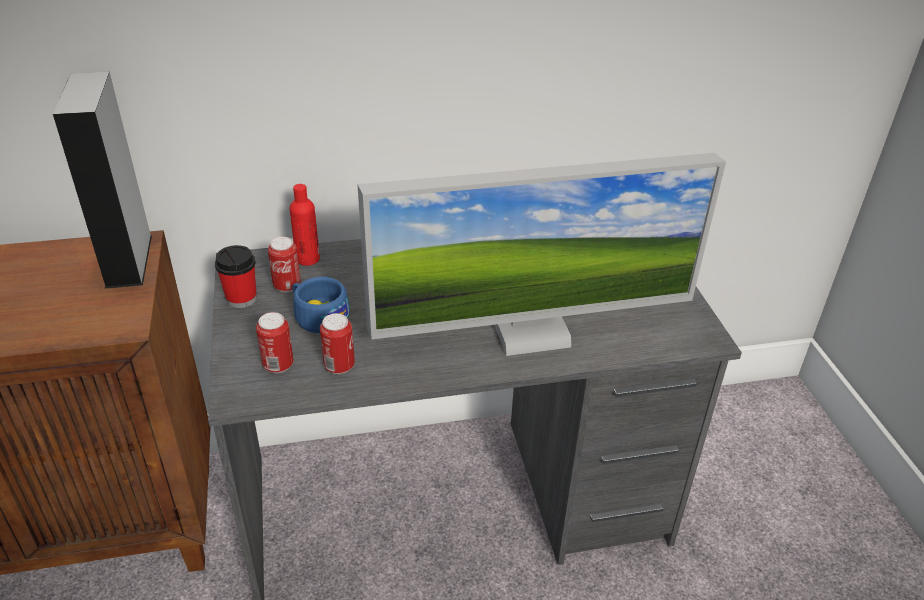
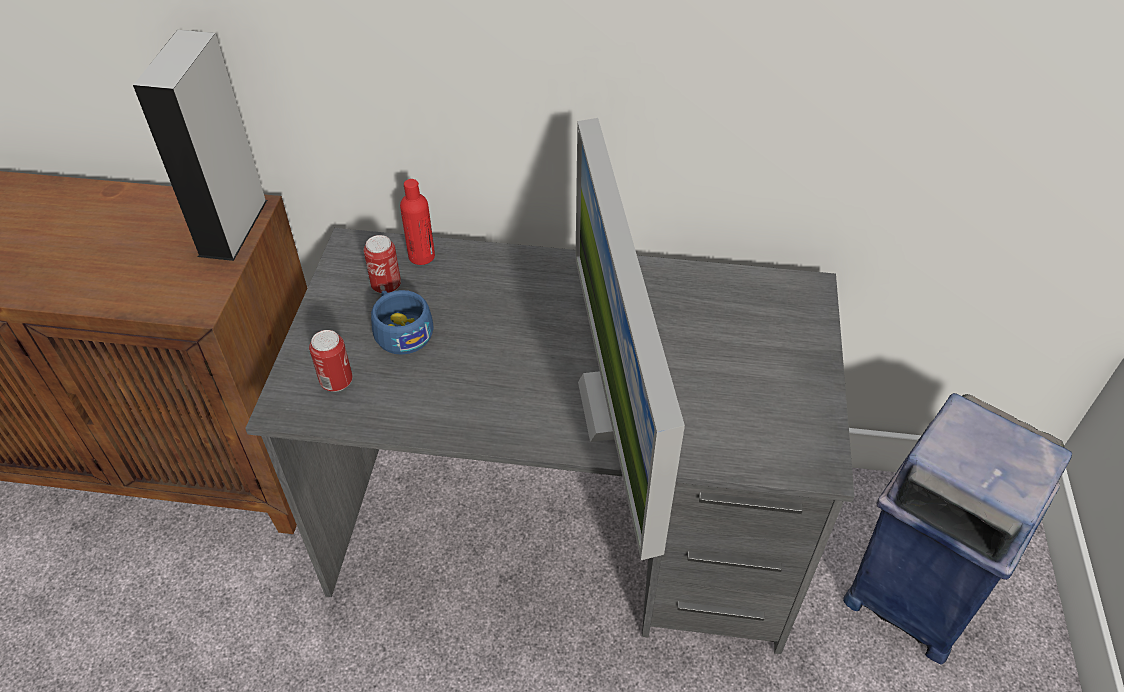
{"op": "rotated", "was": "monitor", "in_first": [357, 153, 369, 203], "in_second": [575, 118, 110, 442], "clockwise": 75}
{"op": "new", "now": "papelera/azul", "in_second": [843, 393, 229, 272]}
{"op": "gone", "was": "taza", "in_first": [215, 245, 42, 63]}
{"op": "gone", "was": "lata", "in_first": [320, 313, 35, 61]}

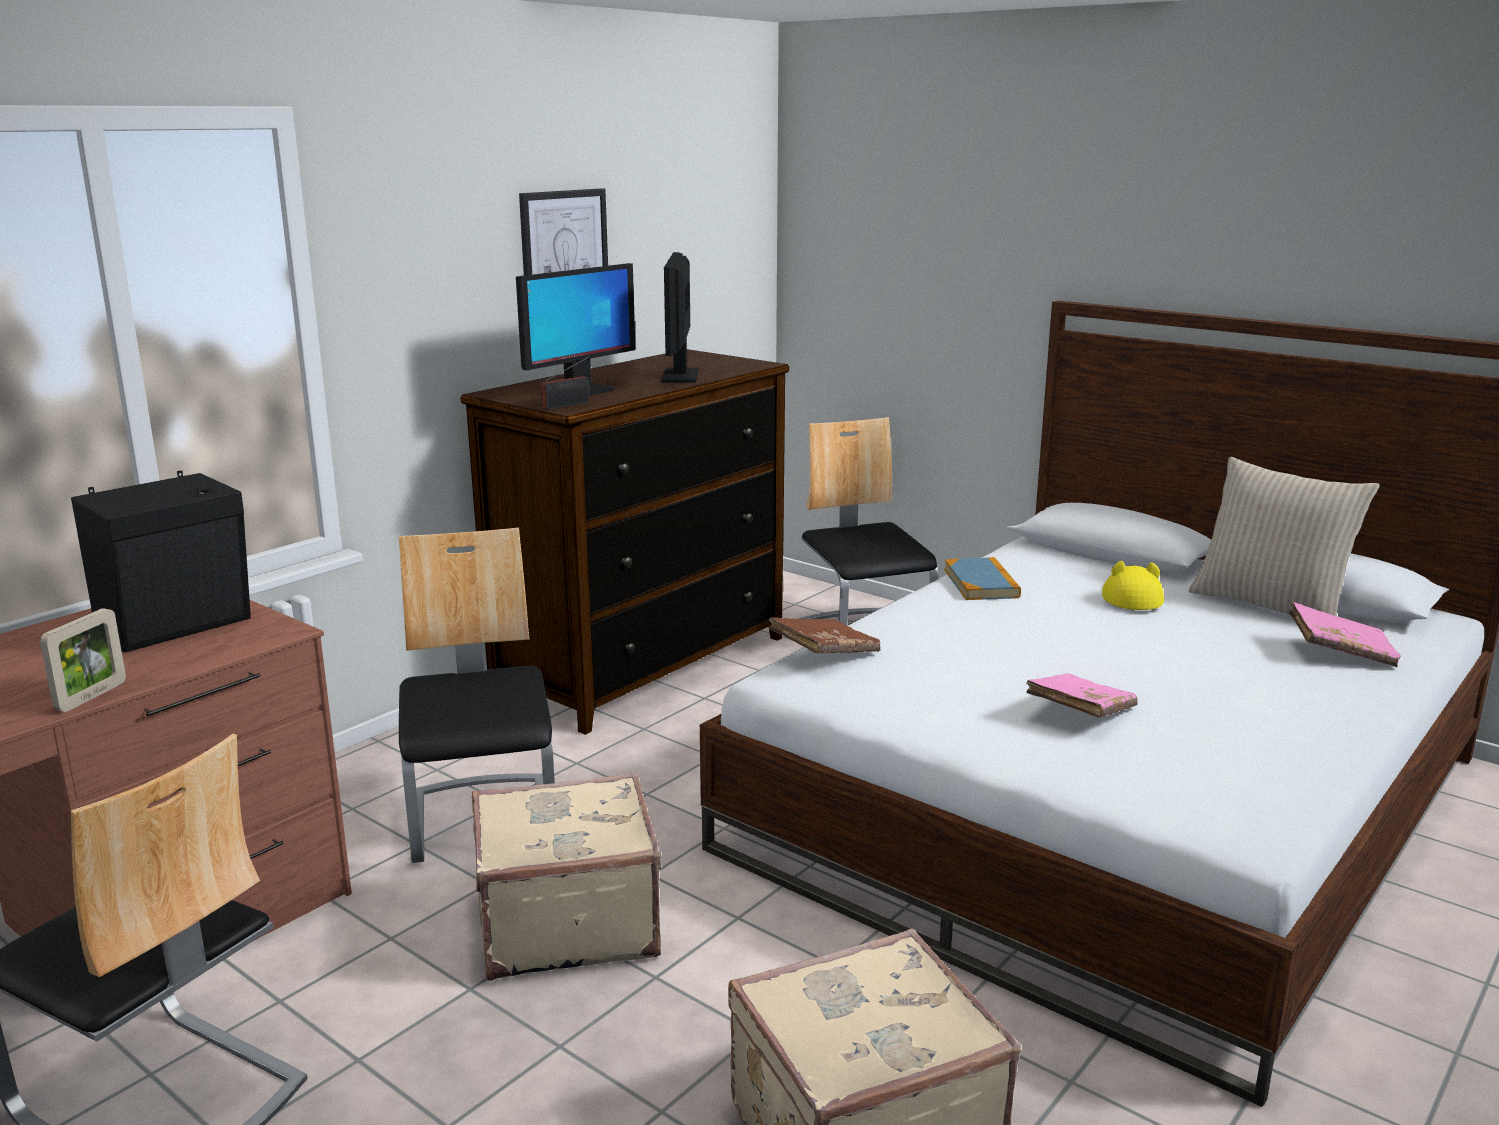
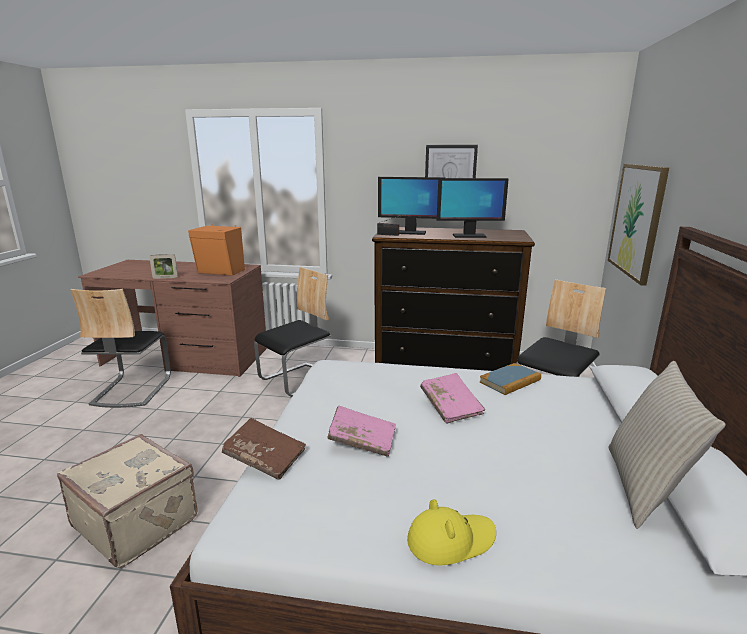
{"op": "repainted", "was": "altavoz/negro", "now": "altavoz/naranja", "in_first": [71, 470, 180, 182], "in_second": [188, 224, 57, 52]}
{"op": "shifted", "was": "libro/marrón", "in_first": [769, 617, 112, 37], "in_second": [222, 418, 84, 62]}
{"op": "shifted", "was": "sombrero/amarillo", "in_first": [1102, 561, 62, 49], "in_second": [407, 499, 89, 66]}
{"op": "shifted", "was": "libro/rosa", "in_first": [1289, 602, 112, 65], "in_second": [420, 373, 65, 51]}
{"op": "rotated", "was": "monitor", "in_first": [661, 252, 38, 131], "in_second": [437, 178, 72, 60], "clockwise": -150}
{"op": "new", "now": "cuadro", "in_second": [608, 164, 61, 122]}
{"op": "gone", "was": "maleta/beis", "in_first": [472, 773, 189, 208]}

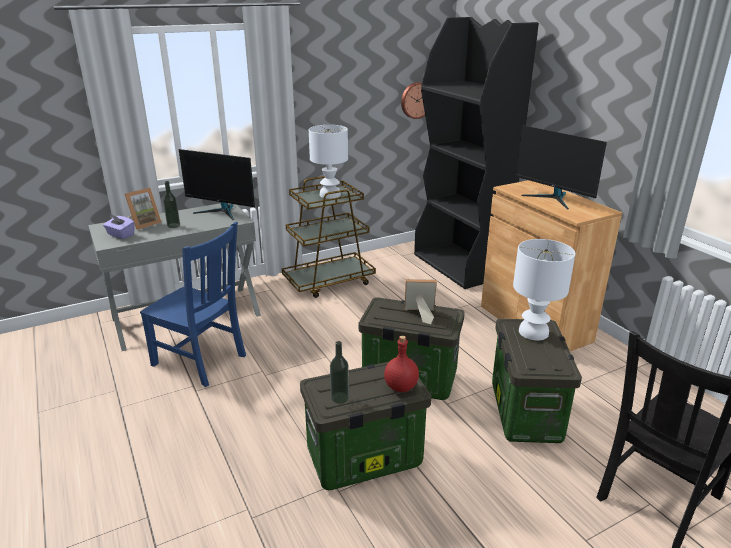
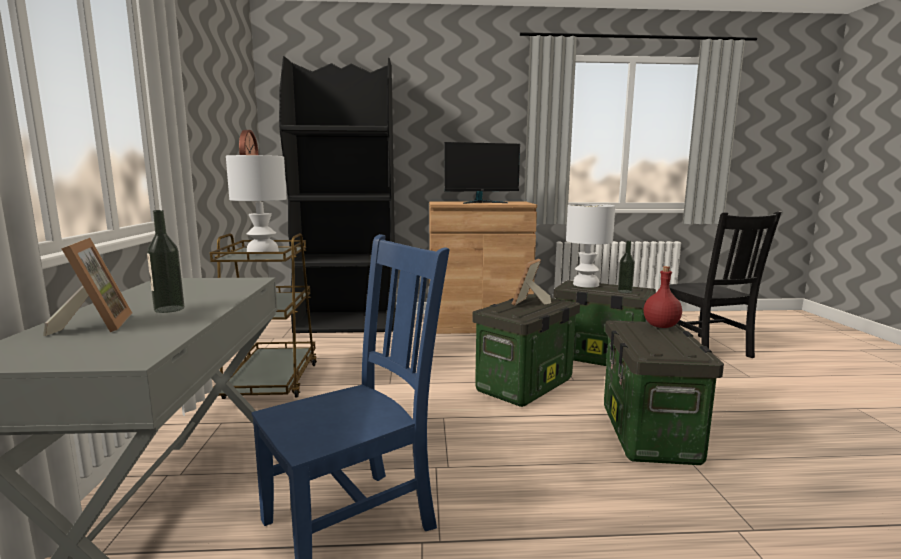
{"op": "shifted", "was": "botella", "in_first": [330, 341, 19, 62], "in_second": [618, 241, 17, 52]}
{"op": "gone", "was": "caja de pañuelos/morado", "in_first": [103, 215, 32, 24]}
{"op": "gone", "was": "monitor", "in_first": [179, 149, 76, 71]}

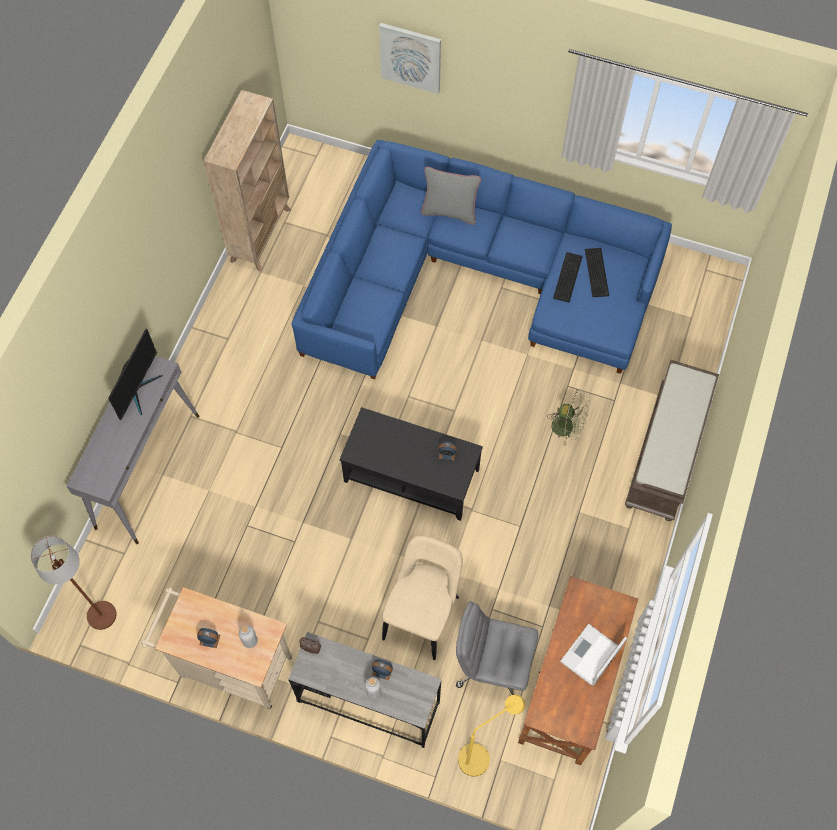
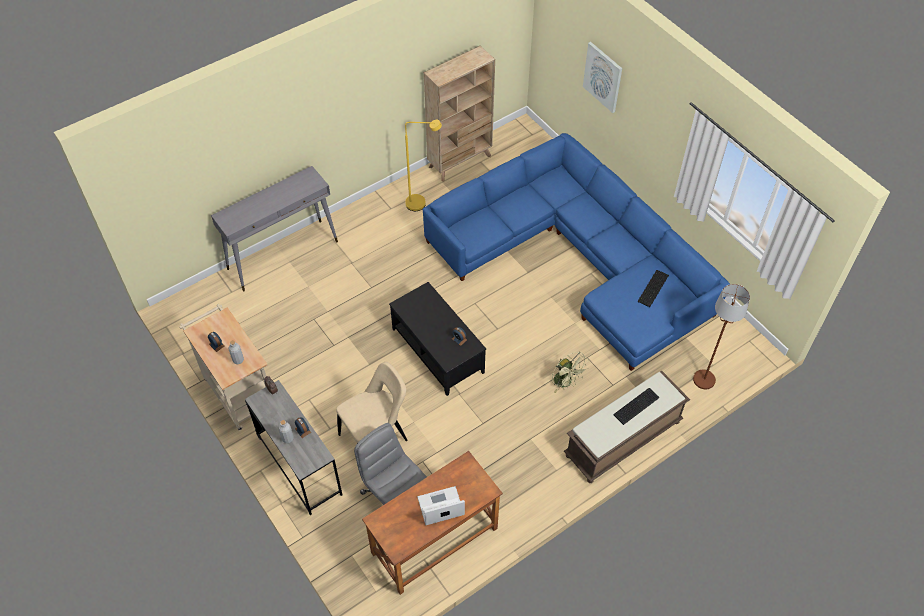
{"op": "shifted", "was": "lámpara de pie/amarillo", "in_first": [458, 695, 67, 81], "in_second": [405, 120, 37, 91]}
{"op": "shifted", "was": "teclado", "in_first": [553, 252, 30, 51], "in_second": [613, 388, 46, 37]}
{"op": "shifted", "was": "lámpara de pie/marrón", "in_first": [30, 536, 87, 94], "in_second": [693, 284, 57, 105]}
{"op": "gone", "was": "monitor", "in_first": [108, 329, 55, 91]}
{"op": "gone", "was": "cojín/gris", "in_first": [421, 167, 60, 58]}

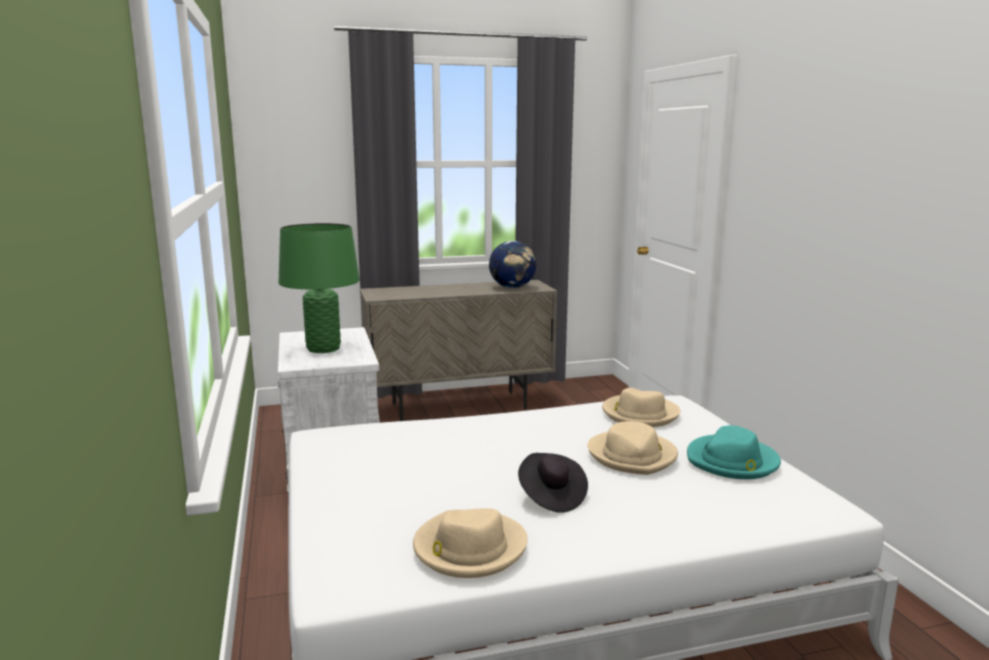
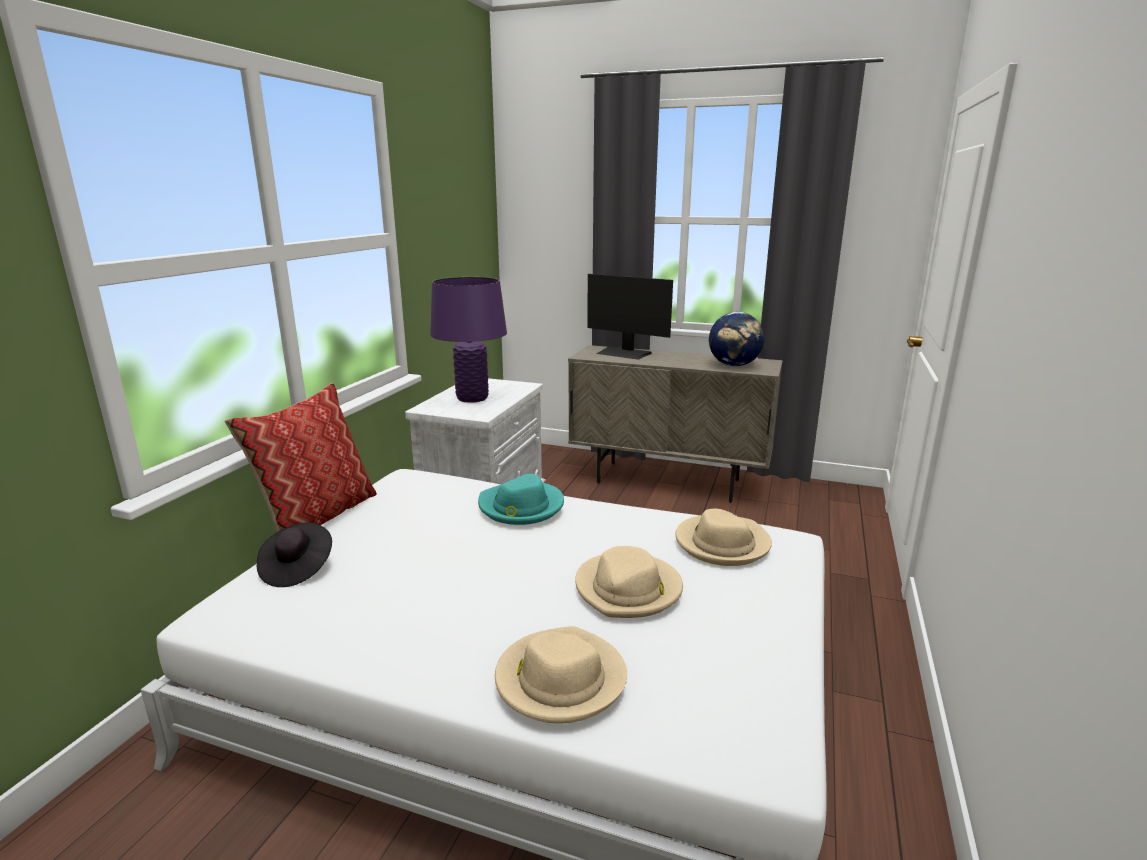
{"op": "new", "now": "cojín", "in_second": [225, 383, 152, 149]}
{"op": "shifted", "was": "sombrero/negro", "in_first": [518, 453, 70, 60], "in_second": [257, 523, 75, 64]}
{"op": "repainted", "was": "lámpara de mesa/verde", "now": "lámpara de mesa/morado", "in_first": [278, 223, 82, 130], "in_second": [430, 277, 77, 126]}
{"op": "shifted", "was": "sombrero/turquesa", "in_first": [687, 425, 94, 54], "in_second": [478, 474, 86, 51]}
{"op": "shifted", "was": "sombrero/beis", "in_first": [413, 508, 115, 70], "in_second": [495, 626, 132, 97]}
{"op": "new", "now": "monitor", "in_second": [587, 274, 86, 86]}

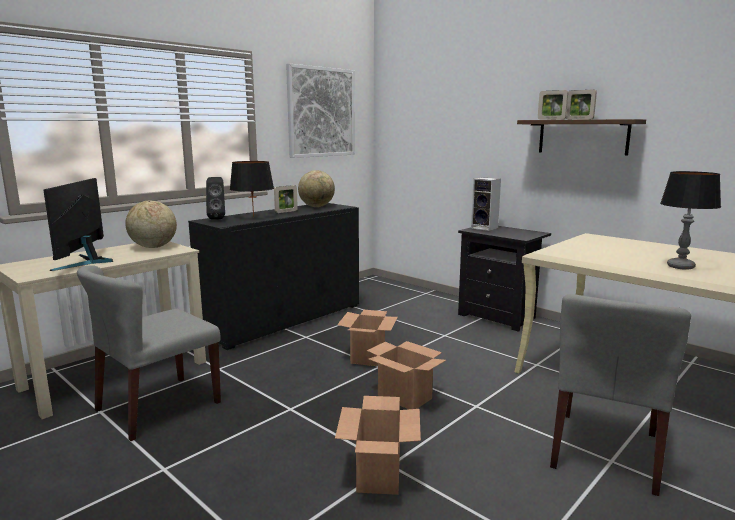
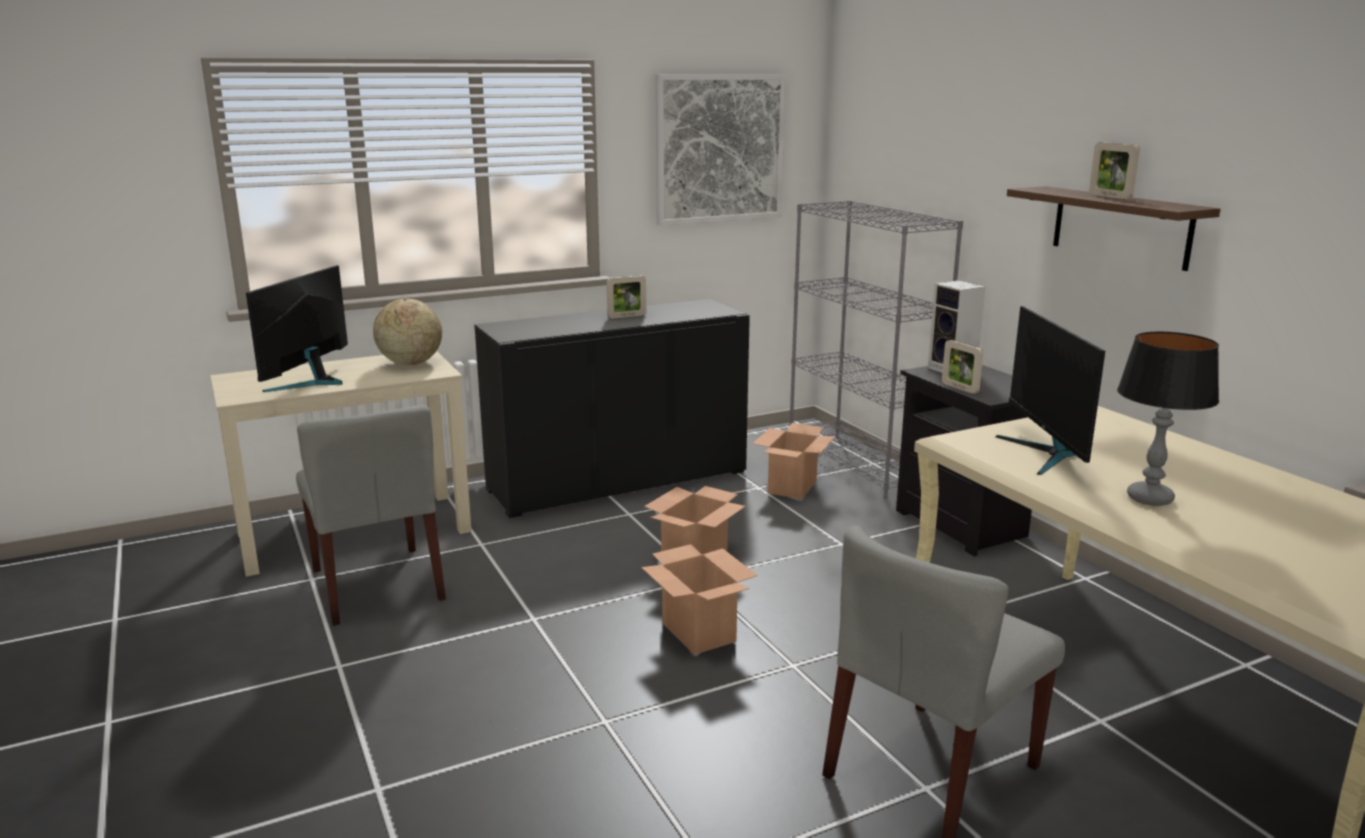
{"op": "rotated", "was": "silla/gris", "in_first": [77, 265, 144, 176], "in_second": [296, 404, 150, 222], "clockwise": -90}
{"op": "shifted", "was": "caja de cartón", "in_first": [335, 396, 86, 99], "in_second": [753, 423, 82, 76]}
{"op": "new", "now": "estantería/gris", "in_second": [790, 200, 173, 299]}
{"op": "shifted", "was": "portarretratos", "in_first": [538, 90, 30, 30], "in_second": [942, 340, 41, 54]}
{"op": "new", "now": "monitor", "in_second": [996, 306, 109, 169]}
{"op": "gone", "was": "altavoz/negro", "in_first": [206, 177, 19, 43]}
{"op": "gone", "was": "lámpara de mesa/negro", "in_first": [230, 161, 44, 56]}
{"op": "gone", "was": "globo terráqueo", "in_first": [298, 170, 37, 37]}

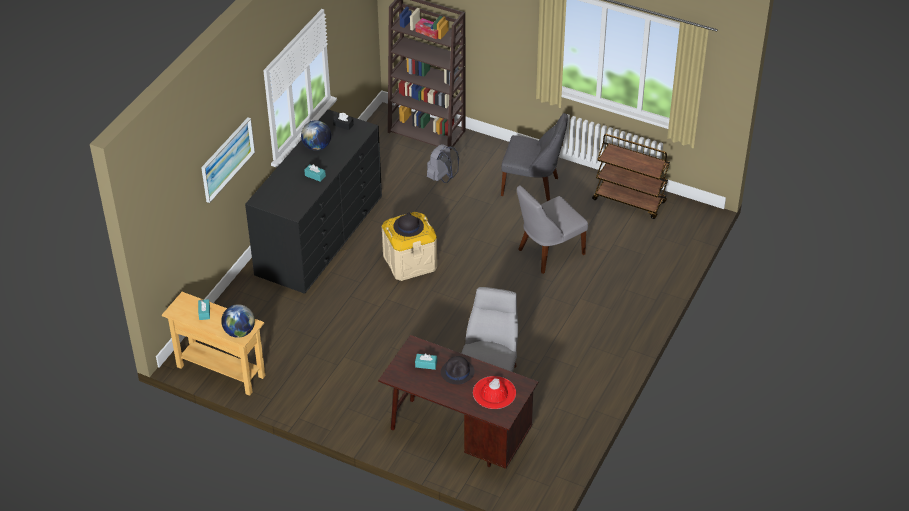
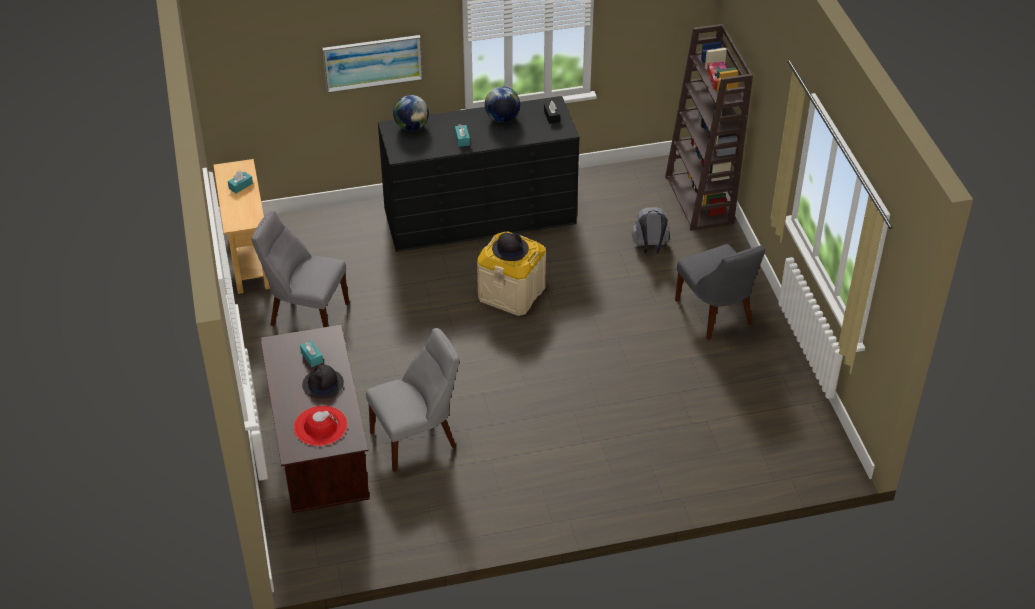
{"op": "shifted", "was": "silla/gris", "in_first": [517, 185, 71, 89], "in_second": [252, 210, 97, 117]}
{"op": "shifted", "was": "globo terráqueo", "in_first": [221, 304, 34, 34], "in_second": [393, 95, 36, 36]}
{"op": "gone", "was": "carrito/marrón", "in_first": [592, 134, 78, 85]}

